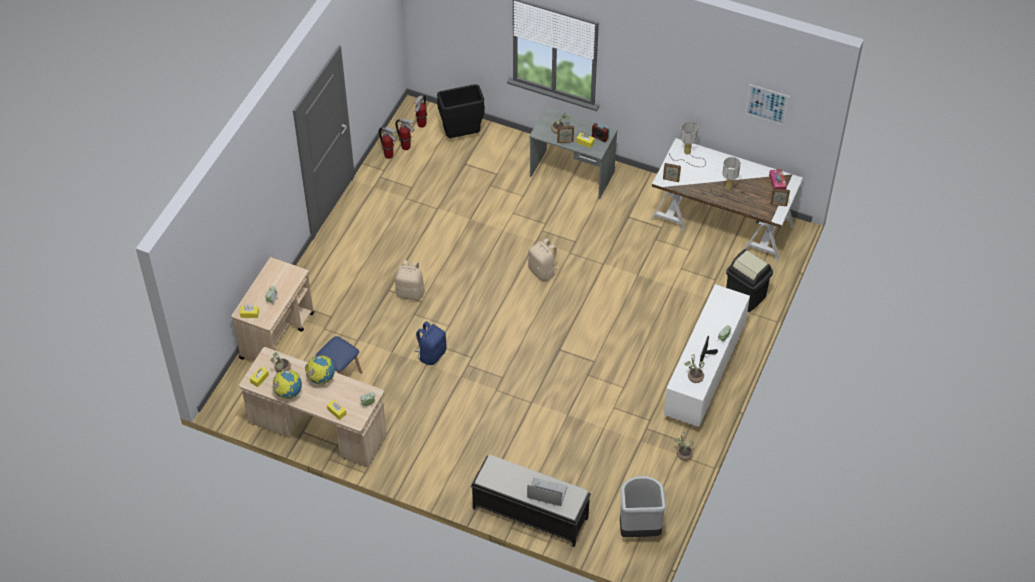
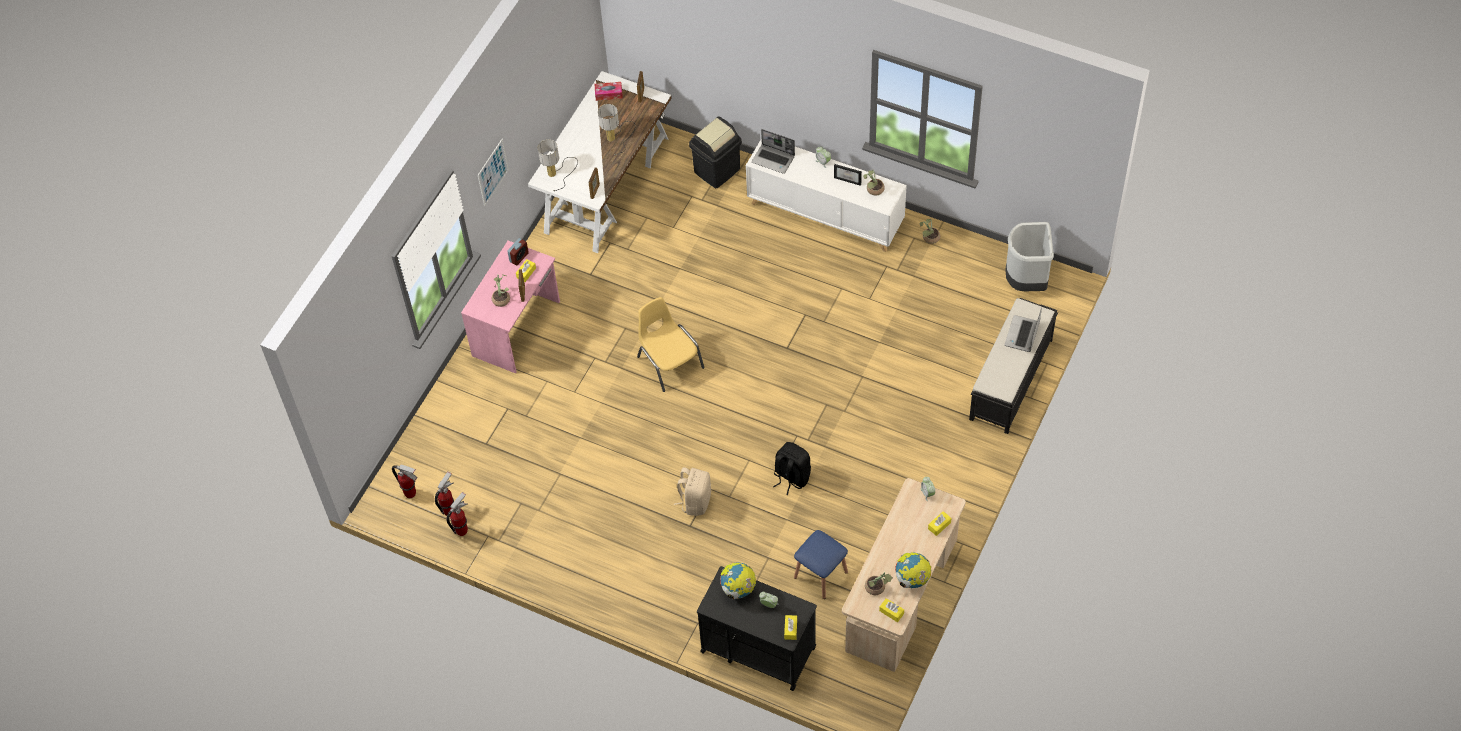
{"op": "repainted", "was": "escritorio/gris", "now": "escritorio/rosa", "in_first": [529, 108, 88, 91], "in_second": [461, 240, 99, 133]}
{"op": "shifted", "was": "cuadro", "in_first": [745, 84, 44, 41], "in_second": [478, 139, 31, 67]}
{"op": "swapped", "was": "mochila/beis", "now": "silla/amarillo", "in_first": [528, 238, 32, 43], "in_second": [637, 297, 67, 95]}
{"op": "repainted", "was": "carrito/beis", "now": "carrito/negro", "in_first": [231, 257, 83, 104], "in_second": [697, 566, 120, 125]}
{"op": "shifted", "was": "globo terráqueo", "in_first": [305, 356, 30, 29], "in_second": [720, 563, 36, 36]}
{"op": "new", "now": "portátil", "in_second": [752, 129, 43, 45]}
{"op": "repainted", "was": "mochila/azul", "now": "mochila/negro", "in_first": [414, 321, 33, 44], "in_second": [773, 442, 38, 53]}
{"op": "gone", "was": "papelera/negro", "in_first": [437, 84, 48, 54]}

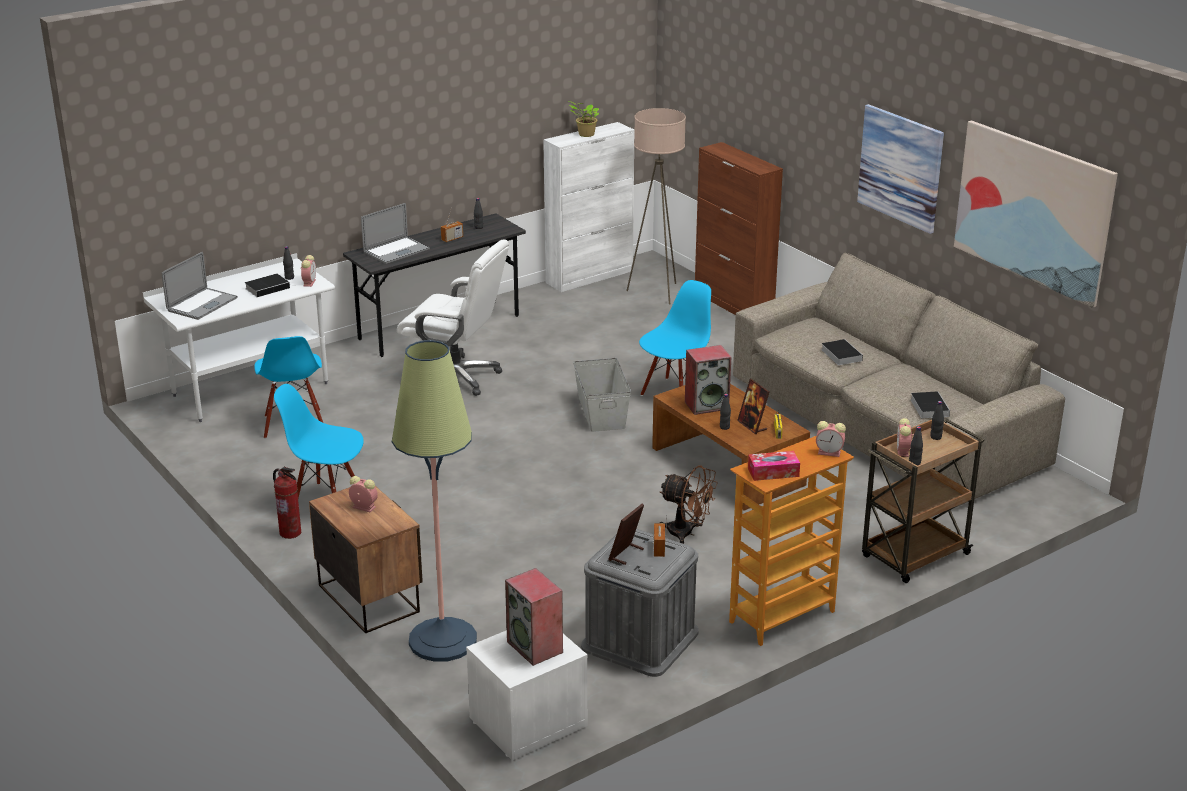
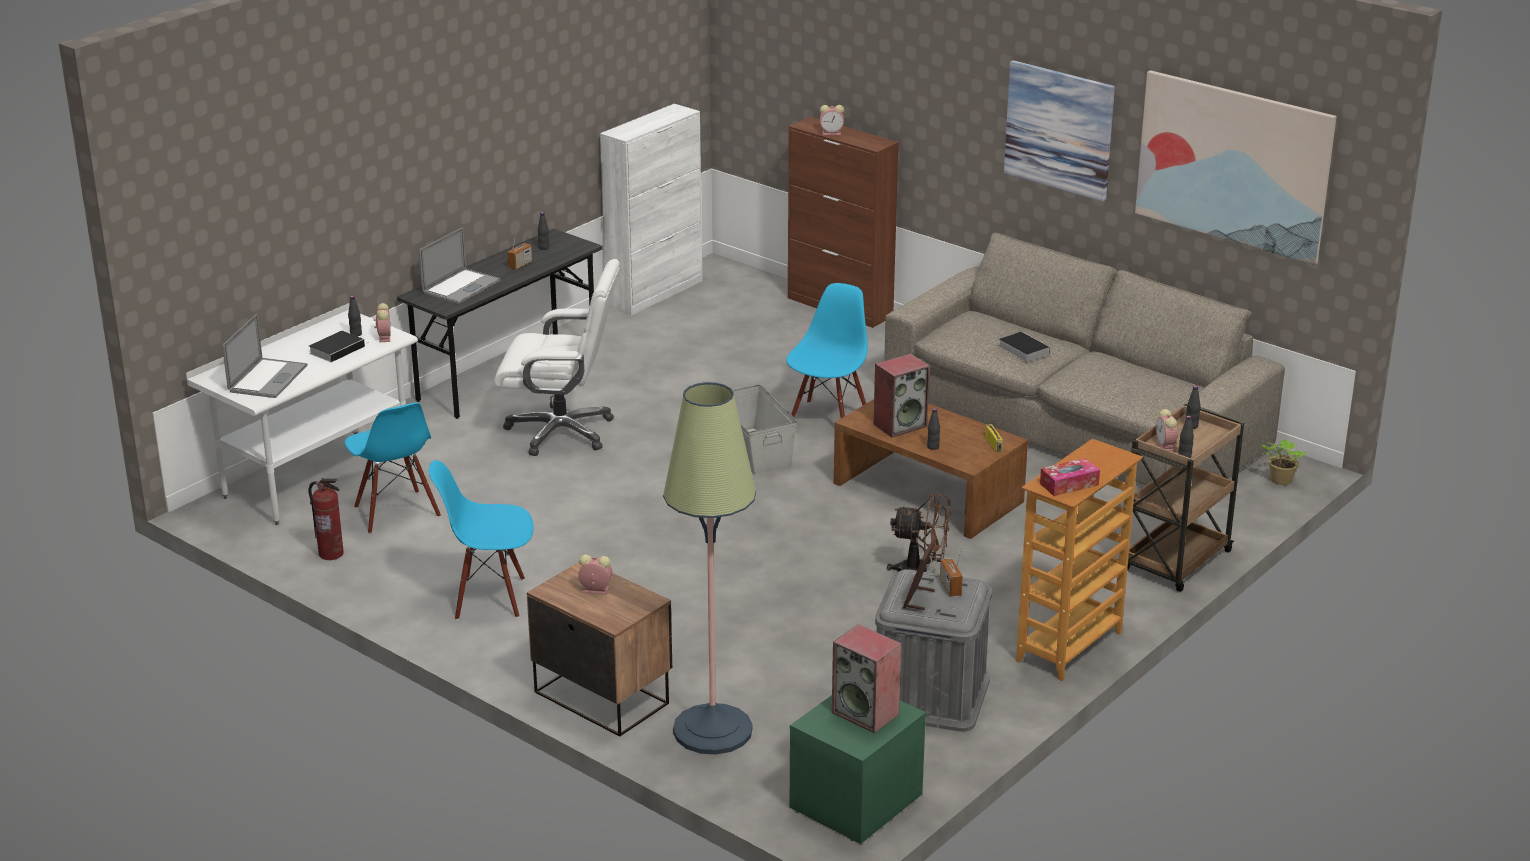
{"op": "shifted", "was": "extintor", "in_first": [273, 467, 28, 72], "in_second": [309, 478, 35, 82]}
{"op": "repainted", "was": "mesita de noche/blanco", "now": "mesita de noche/verde", "in_first": [466, 630, 121, 130], "in_second": [790, 695, 136, 149]}
{"op": "shifted", "was": "despertador", "in_first": [816, 421, 30, 36], "in_second": [820, 105, 24, 30]}
{"op": "shifted", "was": "planta en maceta", "in_first": [569, 101, 30, 36], "in_second": [1261, 439, 45, 46]}
{"op": "gone", "was": "lámpara de pie/beis", "in_first": [626, 108, 60, 196]}
{"op": "gone", "was": "portarretratos", "in_first": [737, 379, 32, 55]}
{"op": "gone", "was": "libro", "in_first": [910, 391, 40, 27]}

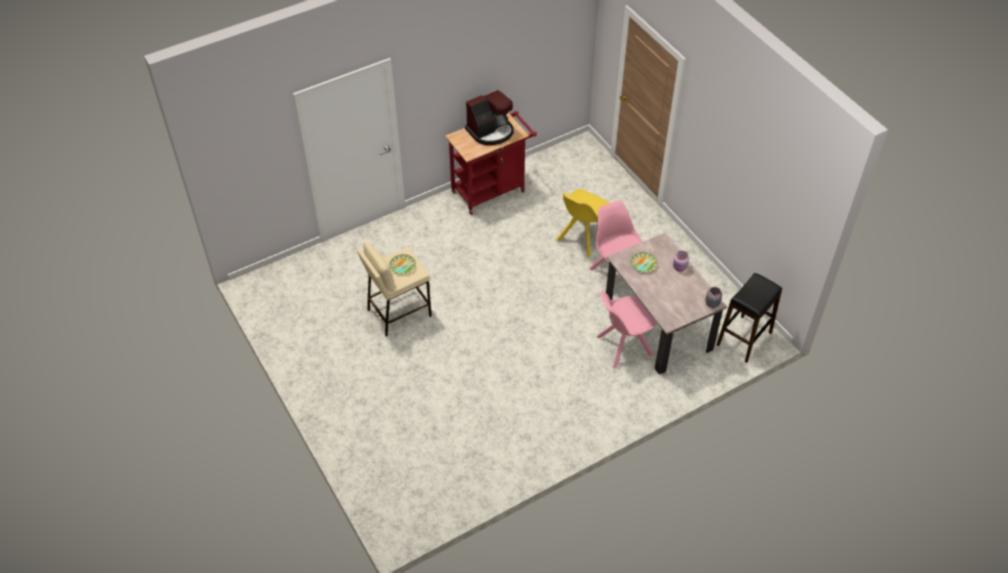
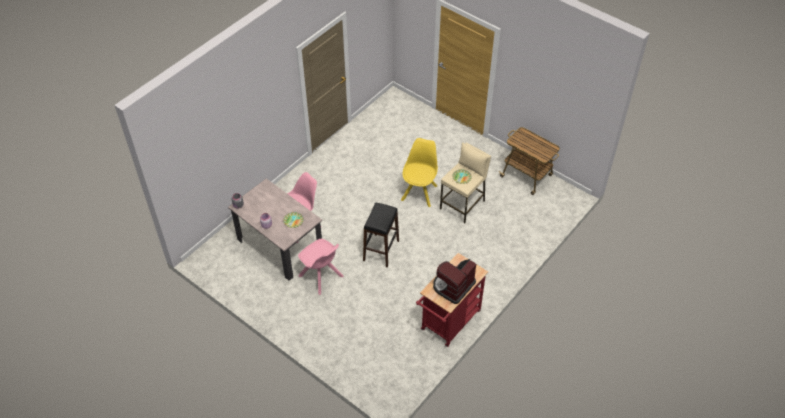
{"op": "shifted", "was": "taburete/negro", "in_first": [717, 273, 65, 90], "in_second": [363, 203, 36, 65]}
{"op": "shifted", "was": "silla/amarillo", "in_first": [557, 189, 53, 68], "in_second": [401, 138, 37, 69]}
{"op": "new", "now": "carrito", "in_second": [498, 127, 62, 68]}

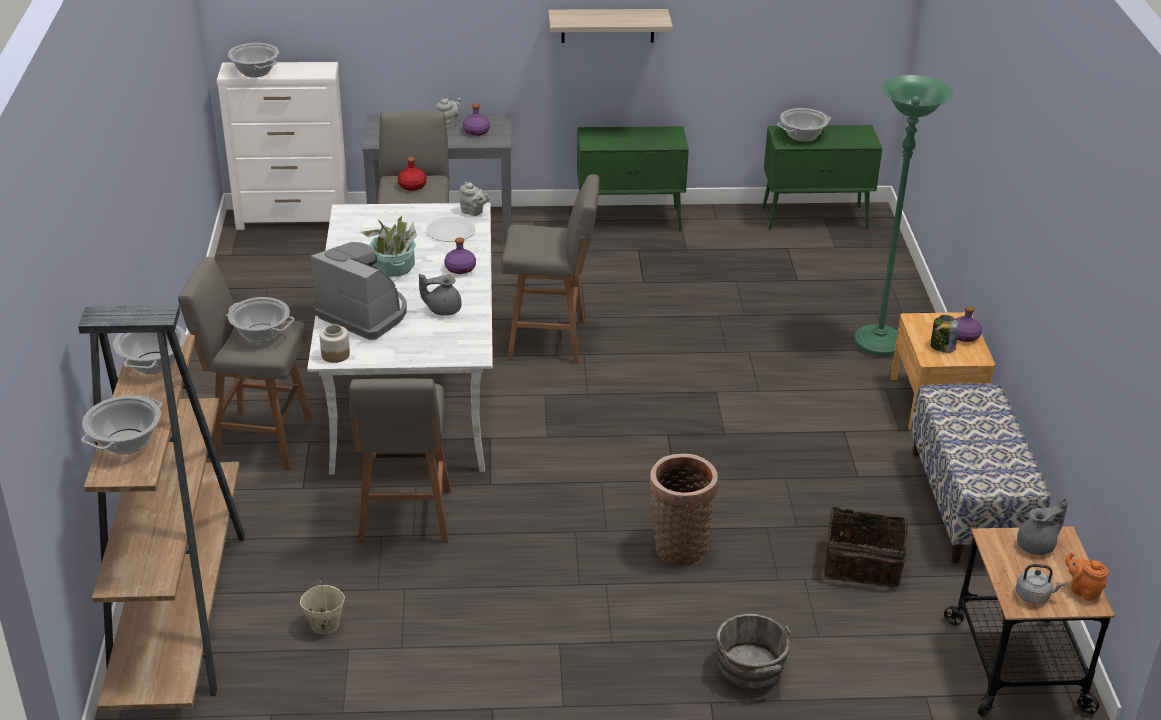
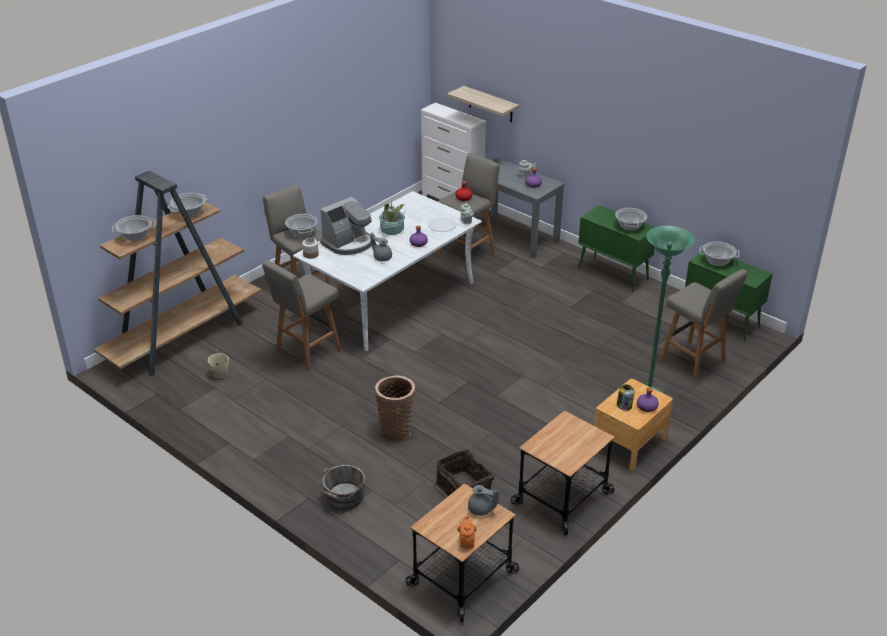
{"op": "rotated", "was": "cafetera", "in_first": [311, 242, 96, 98], "in_second": [320, 197, 52, 58], "clockwise": 60}
{"op": "shifted", "was": "estante", "in_first": [548, 9, 125, 34], "in_second": [447, 86, 72, 36]}
{"op": "swapped", "was": "banco", "now": "carrito", "in_first": [910, 383, 140, 181], "in_second": [511, 410, 104, 125]}
{"op": "shifted", "was": "olla", "in_first": [228, 43, 51, 34], "in_second": [615, 208, 32, 23]}
{"op": "shifted", "was": "taburete/gris", "in_first": [501, 174, 99, 190], "in_second": [659, 269, 88, 112]}
{"op": "gone", "was": "hervidor/gris", "in_first": [1016, 564, 49, 40]}

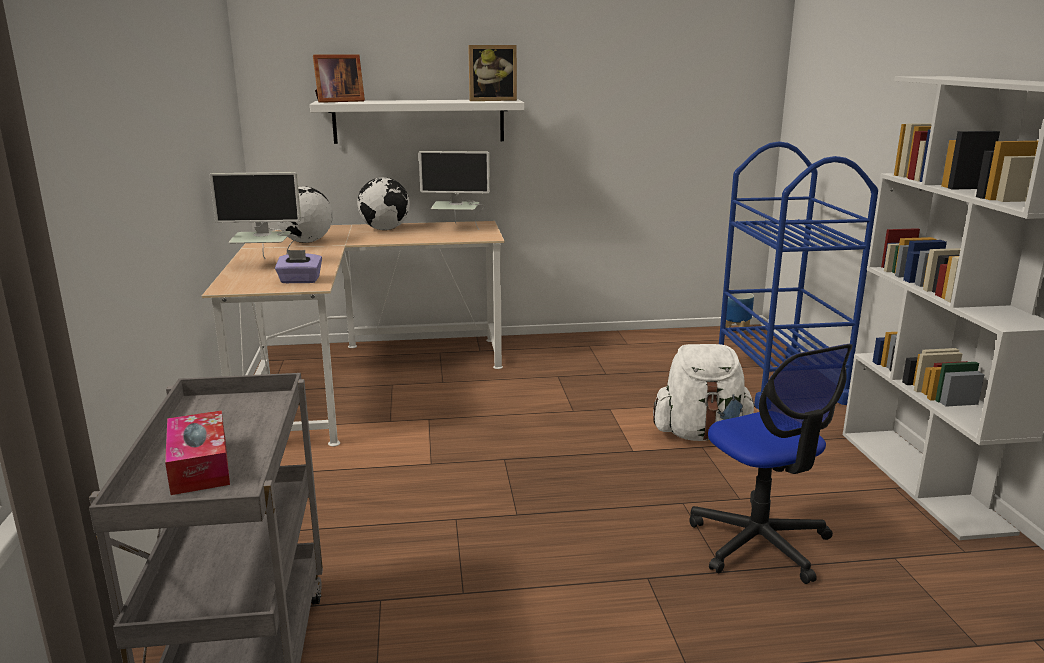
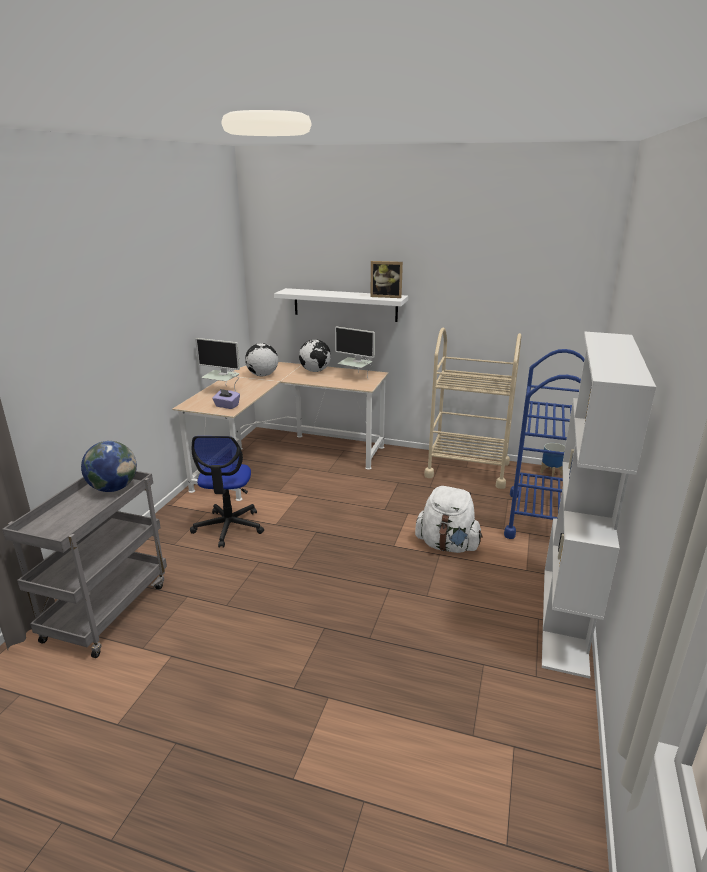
{"op": "new", "now": "globo terráqueo", "in_second": [81, 441, 56, 51]}
{"op": "shifted", "was": "silla de oficina", "in_first": [689, 344, 164, 240], "in_second": [190, 436, 74, 112]}
{"op": "new", "now": "carrito/beis", "in_second": [424, 328, 97, 161]}
{"op": "gone", "was": "caja de pañuelos", "in_first": [165, 411, 65, 84]}
{"op": "gone", "was": "portarretratos", "in_first": [313, 54, 52, 49]}

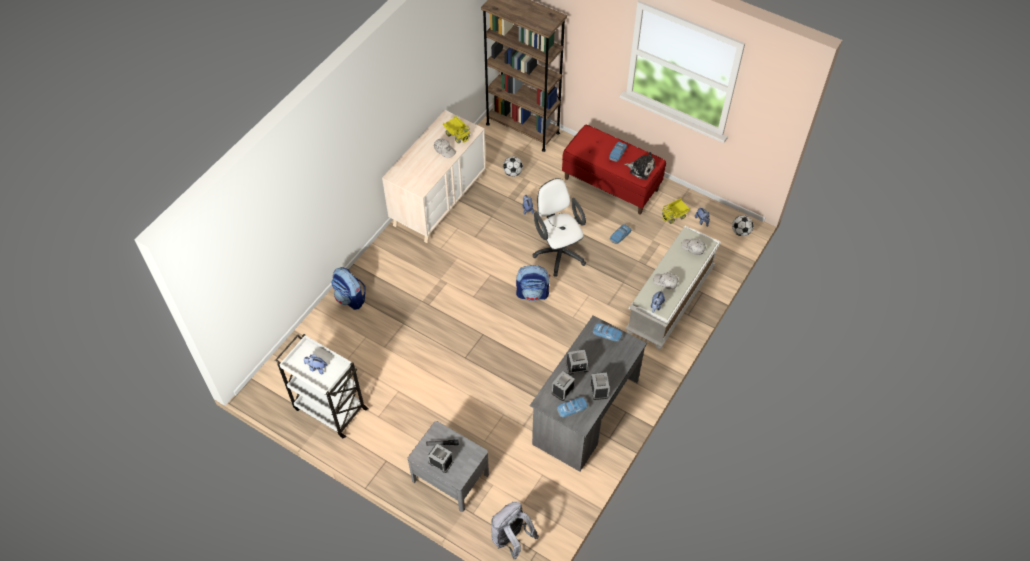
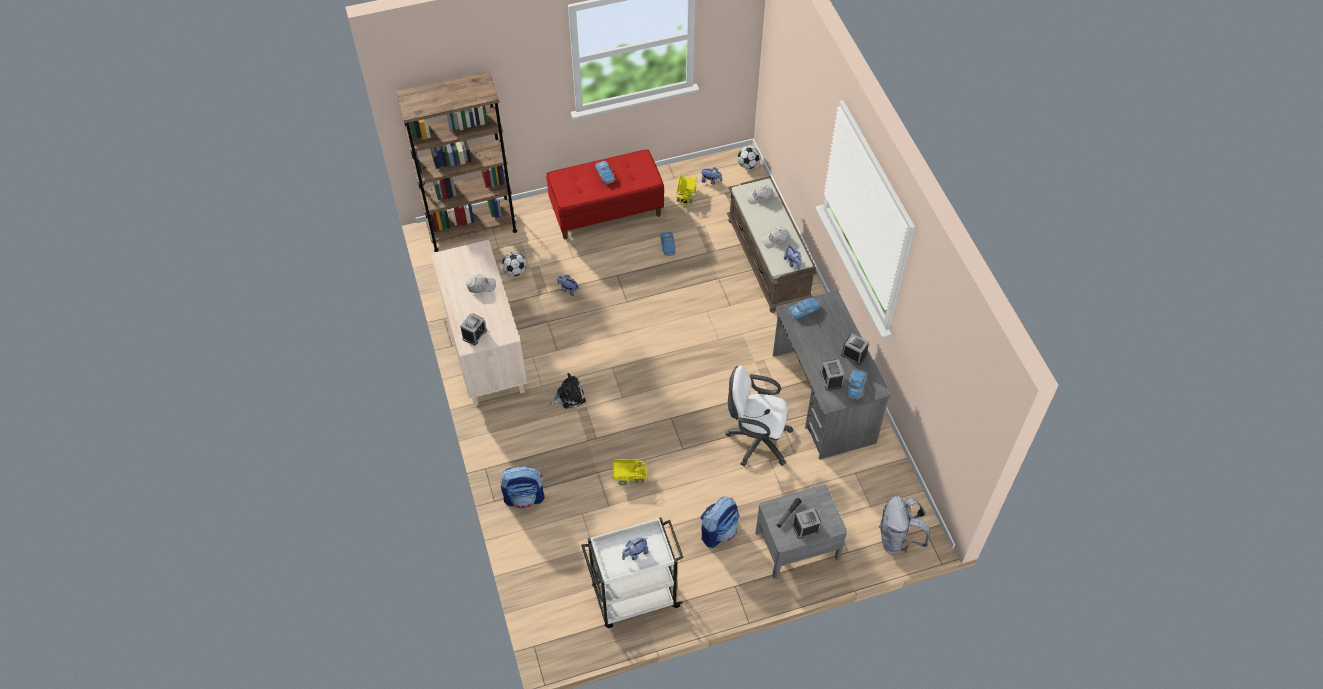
{"op": "shifted", "was": "despertador", "in_first": [566, 350, 23, 25], "in_second": [460, 313, 27, 33]}
{"op": "shifted", "was": "peluche", "in_first": [624, 152, 31, 27], "in_second": [550, 373, 36, 35]}
{"op": "shifted", "was": "camión de juguete", "in_first": [443, 116, 27, 28], "in_second": [613, 459, 35, 26]}
{"op": "shifted", "was": "mochila", "in_first": [516, 265, 34, 36], "in_second": [701, 497, 38, 51]}
{"op": "shifted", "was": "silla de oficina/blanco", "in_first": [532, 178, 54, 99], "in_second": [725, 365, 69, 101]}
{"op": "repainted", "was": "banco/blanco", "now": "banco/marrón", "in_first": [625, 226, 96, 123], "in_second": [727, 176, 90, 137]}

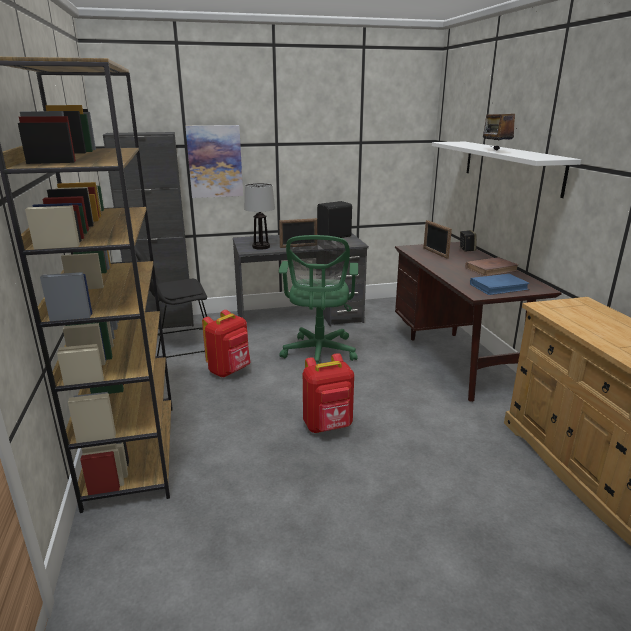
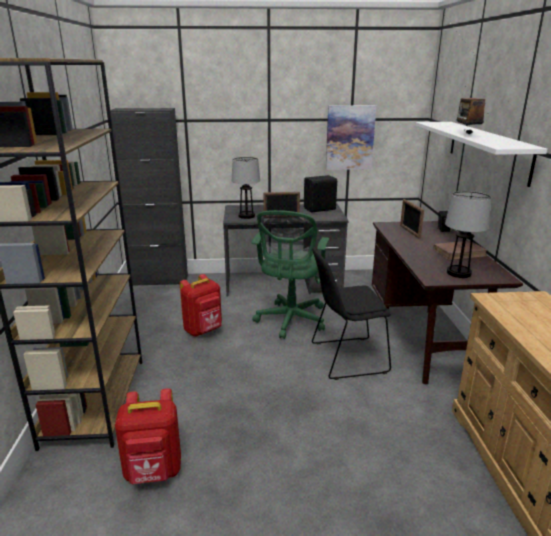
{"op": "shifted", "was": "mochila/rojo", "in_first": [303, 353, 51, 80], "in_second": [115, 389, 66, 95]}
{"op": "shifted", "was": "silla/negro", "in_first": [135, 243, 72, 116], "in_second": [312, 246, 79, 134]}
{"op": "shifted", "was": "cuadro", "in_first": [185, 125, 58, 73], "in_second": [326, 105, 50, 65]}
{"op": "swapped", "was": "libro/azul", "now": "lámpara de mesa", "in_first": [470, 274, 60, 21], "in_second": [445, 191, 46, 87]}

